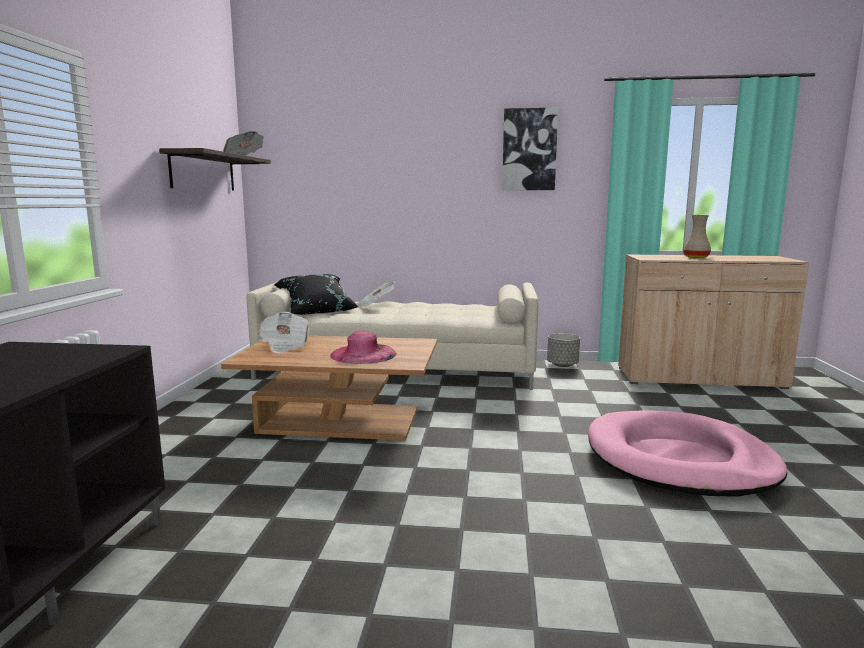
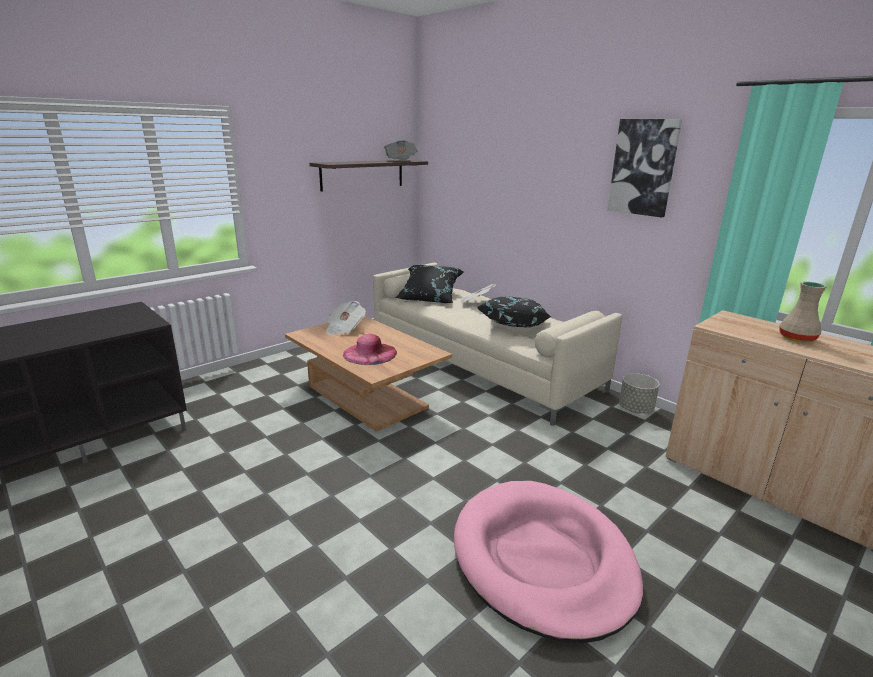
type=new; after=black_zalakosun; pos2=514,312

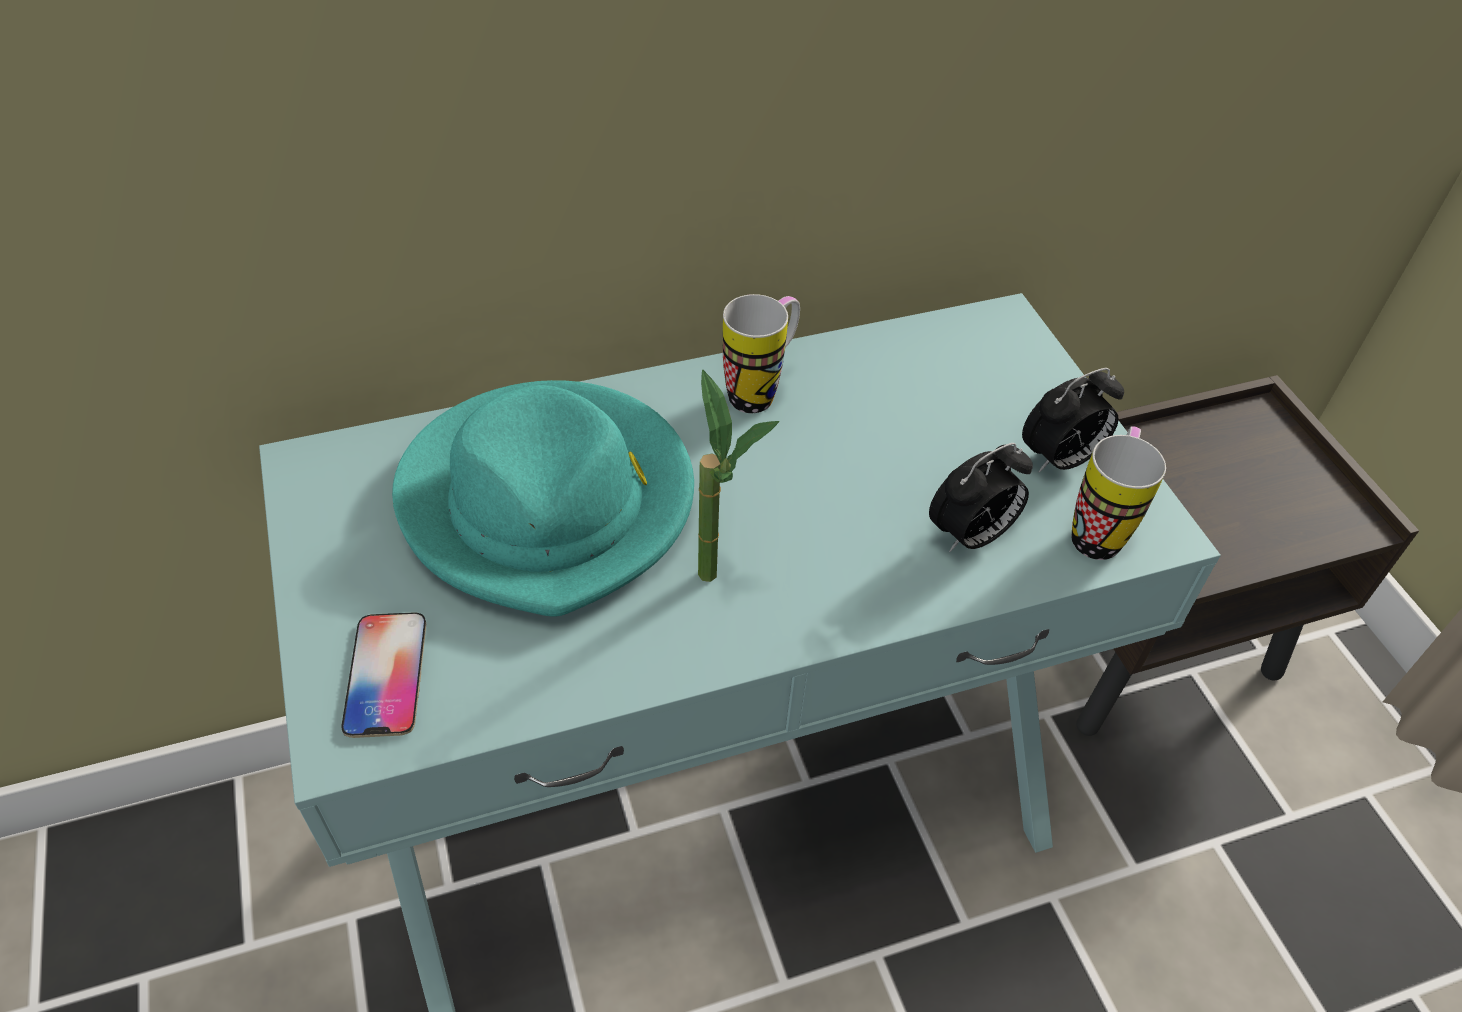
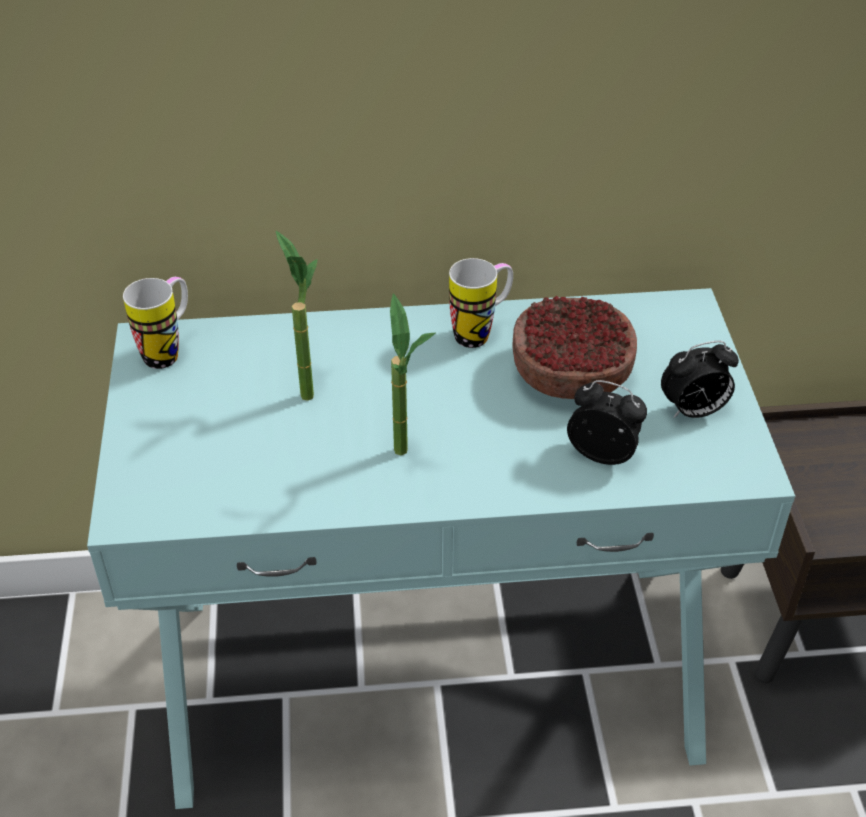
type=shifted; before=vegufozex; pos1=1118,493; pos2=155,323
type=swapped; before=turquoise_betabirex; after=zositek; pos1=543,498; pos2=296,316
type=new; after=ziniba; pos2=574,347
type=rotated; before=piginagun; pos1=981,497; pos2=607,422; turn=-135
type=gone; before=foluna; pos1=384,675

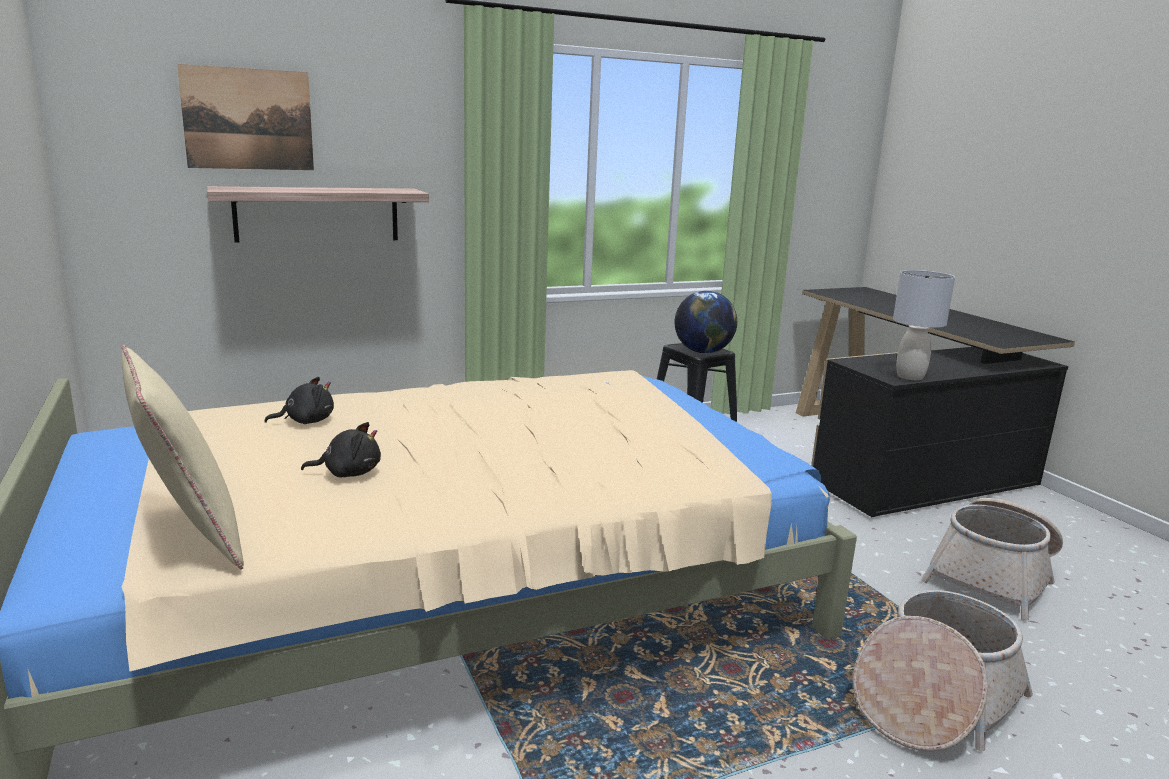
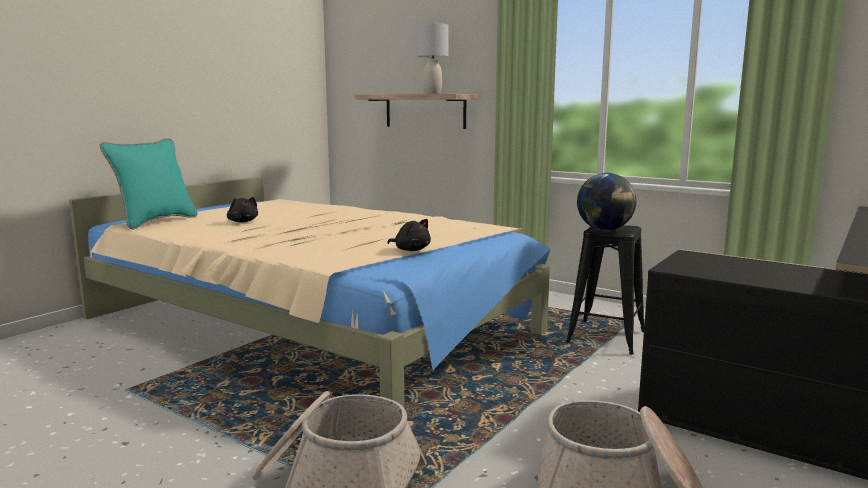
type=repainted; before=beige_zalakosun; after=turquoise_zalakosun; pos1=182,457; pos2=149,184
type=shifted; before=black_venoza; pos1=299,400; pos2=409,235
type=shifted; before=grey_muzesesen; pos1=924,325; pos2=433,58
type=gone; before=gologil; pos1=245,117

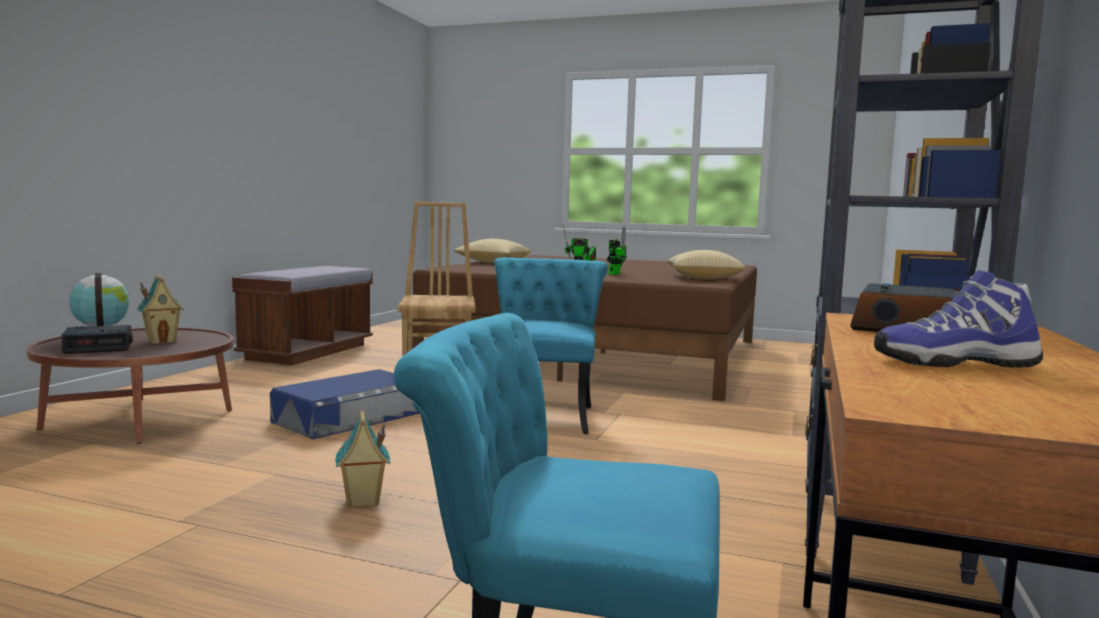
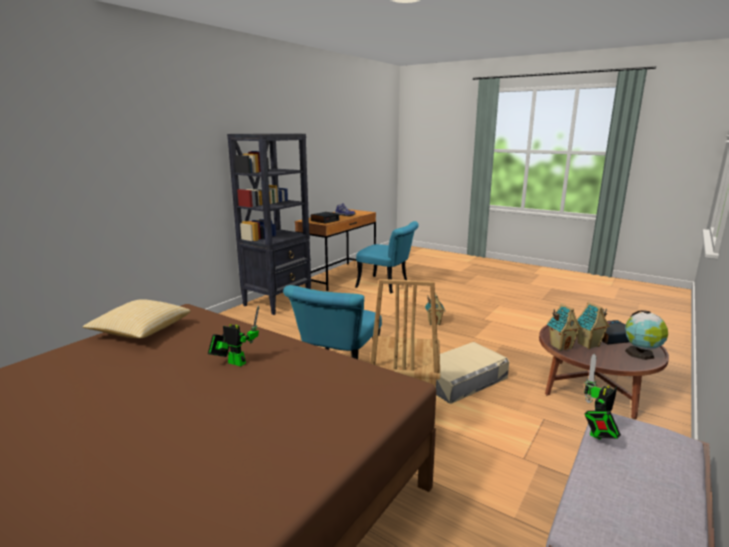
type=repainted; before=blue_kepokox; after=beige_kepokox; pos1=345,404; pos2=472,373
type=new; after=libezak; pos2=564,327
type=shifted; before=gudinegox; pos1=617,251; pos2=602,397
type=gone; before=zalakosun; pos1=492,251

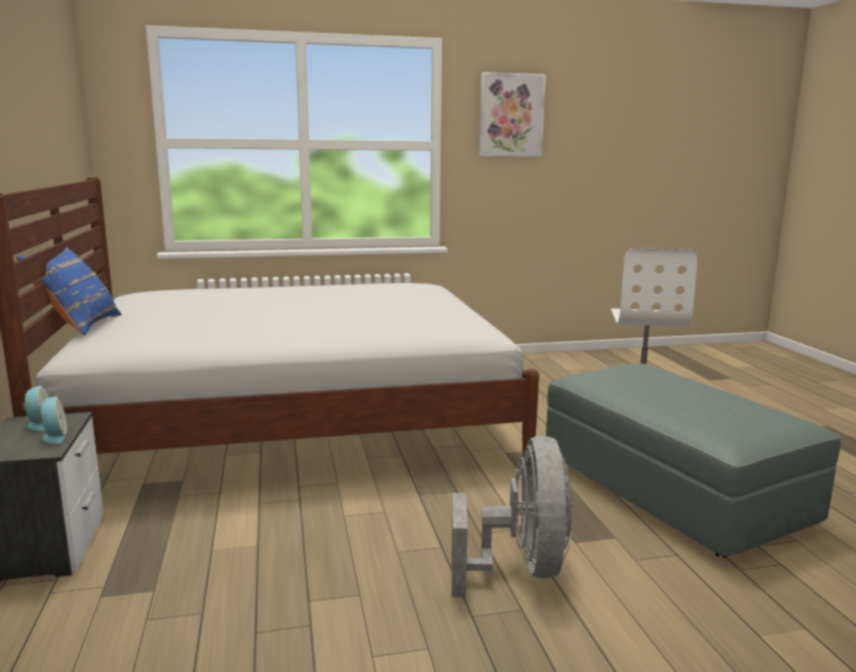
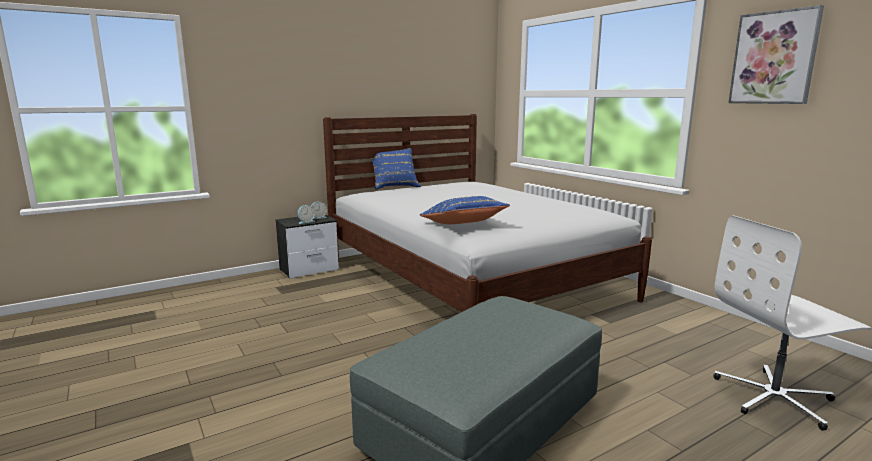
type=new; after=blue_zalakosun; pos2=464,210
type=gone; before=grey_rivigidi; pos1=512,516

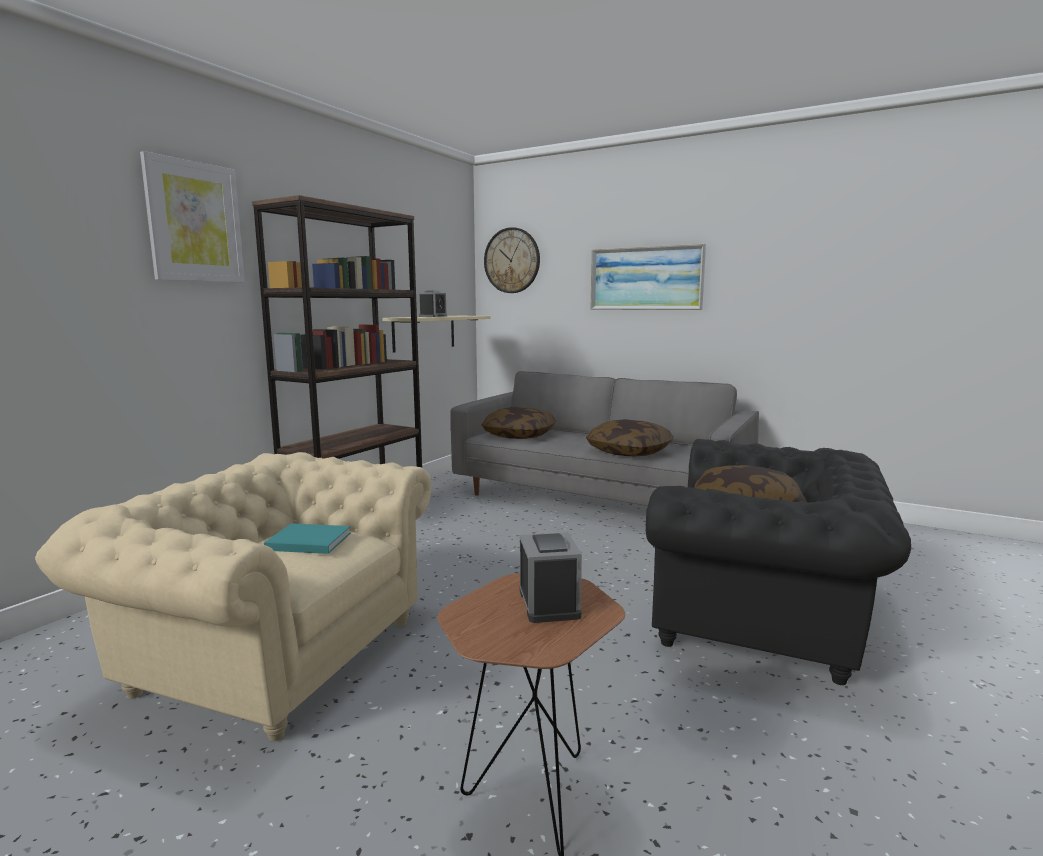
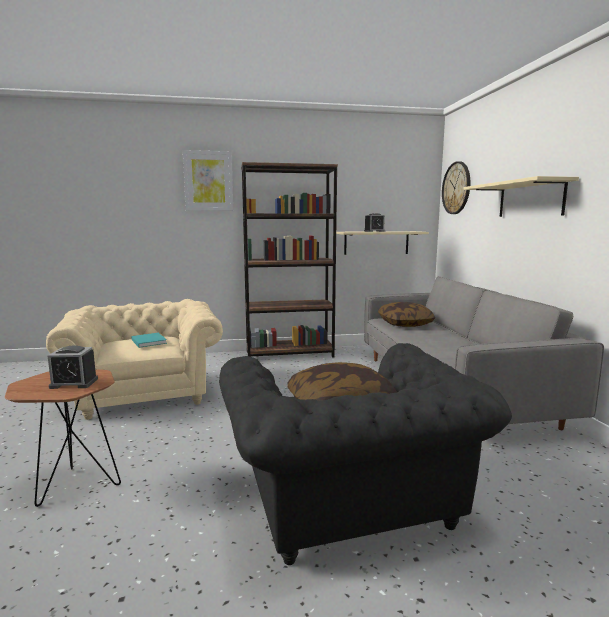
type=rotated; before=piginagun; pos1=551,577; pos2=73,367; turn=45
type=swapped; before=gologil; after=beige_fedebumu; pos1=648,277; pos2=521,196
type=gone; before=zalakosun; pos1=629,437

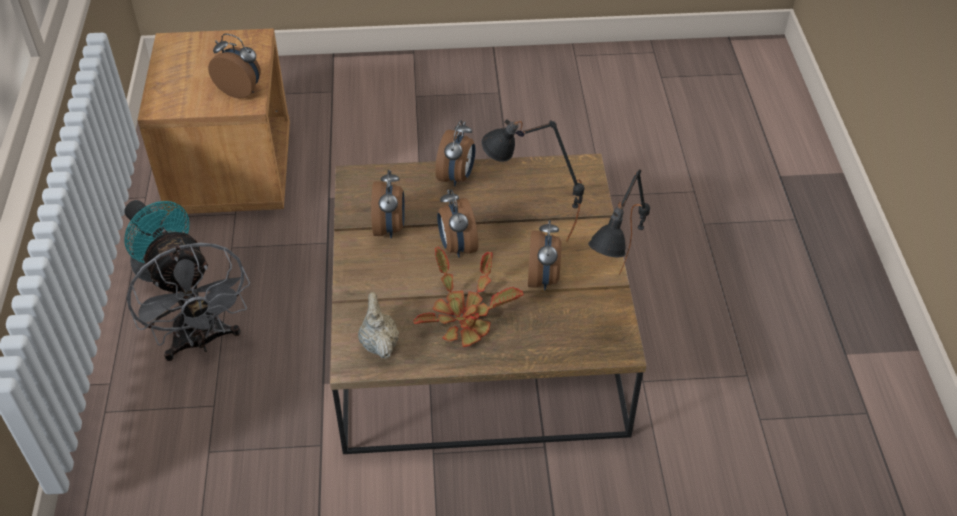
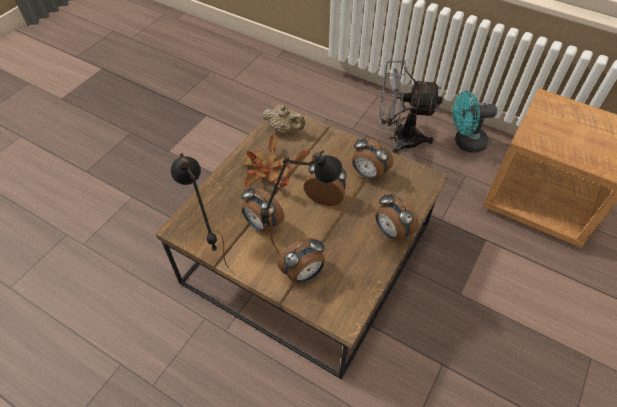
type=shifted; before=piginagun; pos1=234,66; pos2=301,260

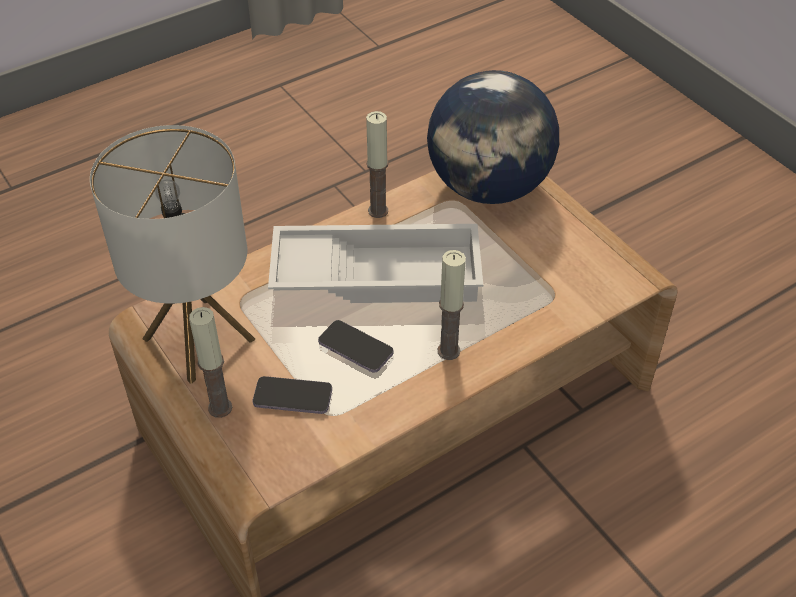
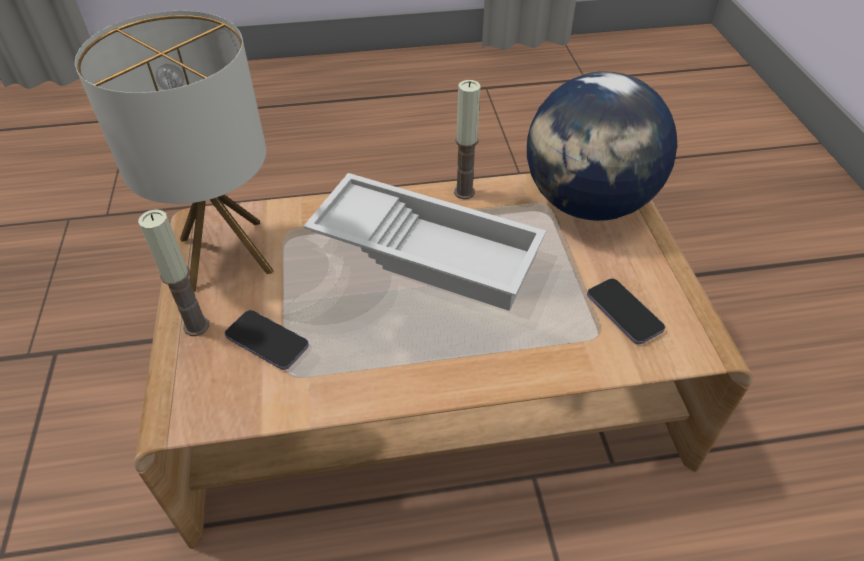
type=shifted; before=foluna; pos1=356,346; pos2=626,311
type=gone; before=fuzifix; pos1=451,305

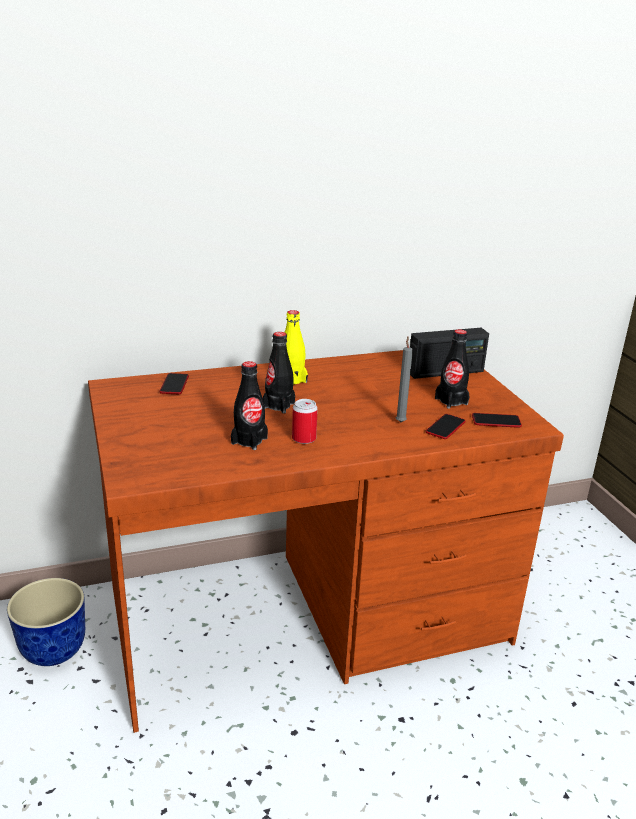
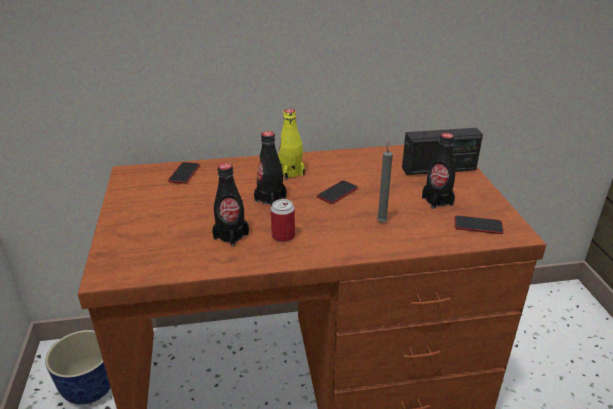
type=shifted; before=foluna; pos1=446,426; pos2=337,192

